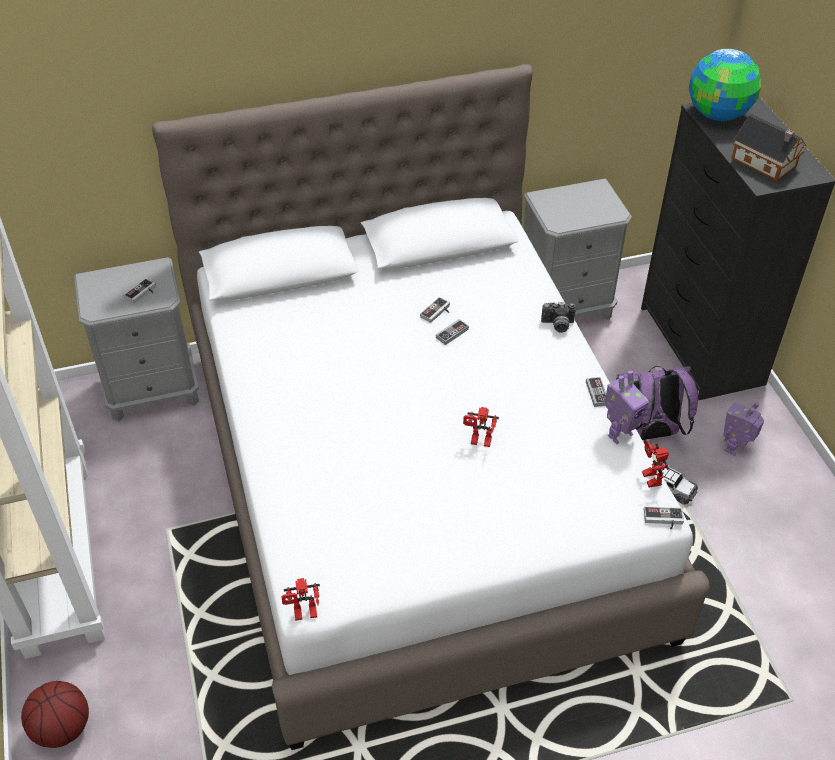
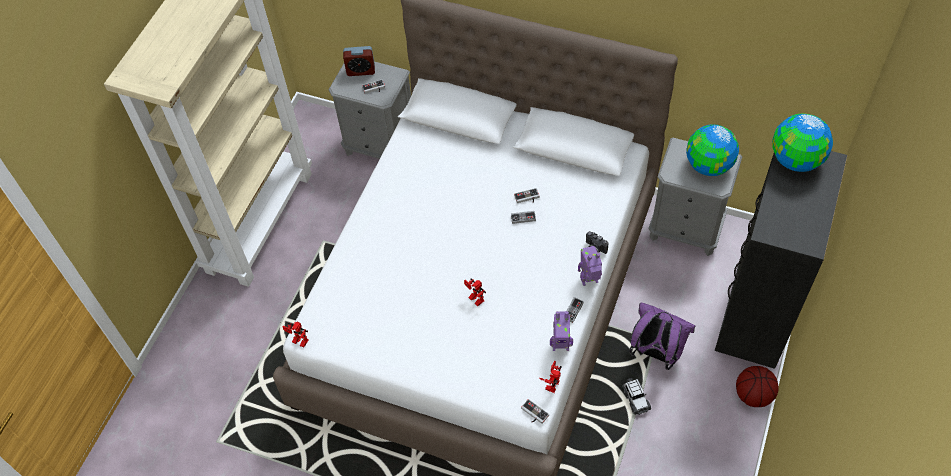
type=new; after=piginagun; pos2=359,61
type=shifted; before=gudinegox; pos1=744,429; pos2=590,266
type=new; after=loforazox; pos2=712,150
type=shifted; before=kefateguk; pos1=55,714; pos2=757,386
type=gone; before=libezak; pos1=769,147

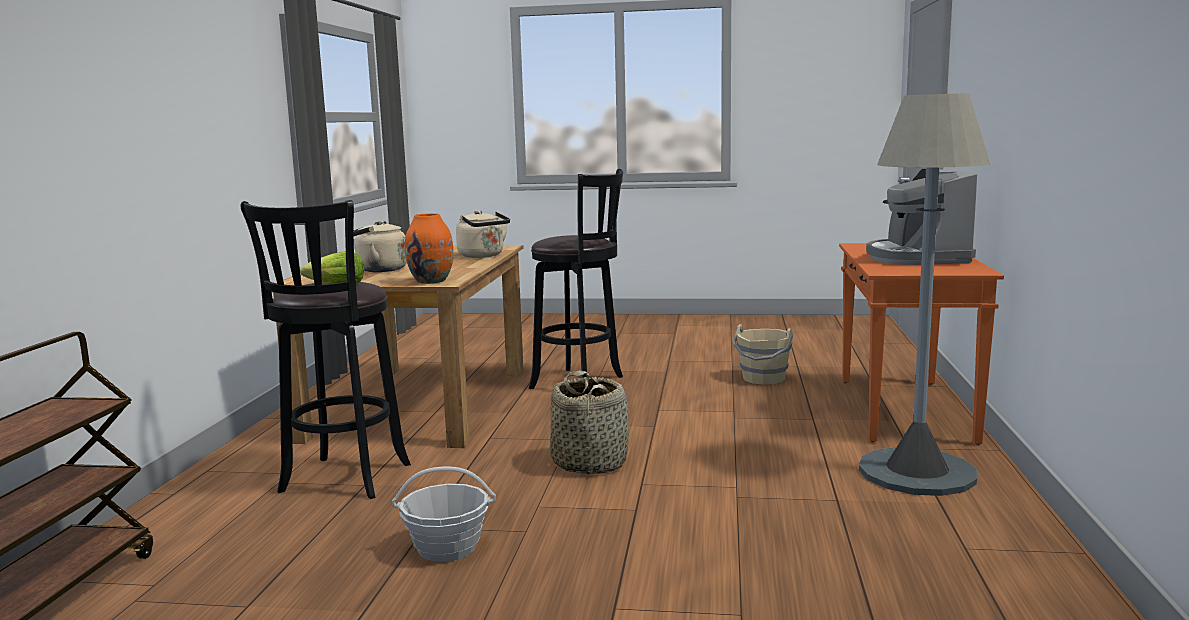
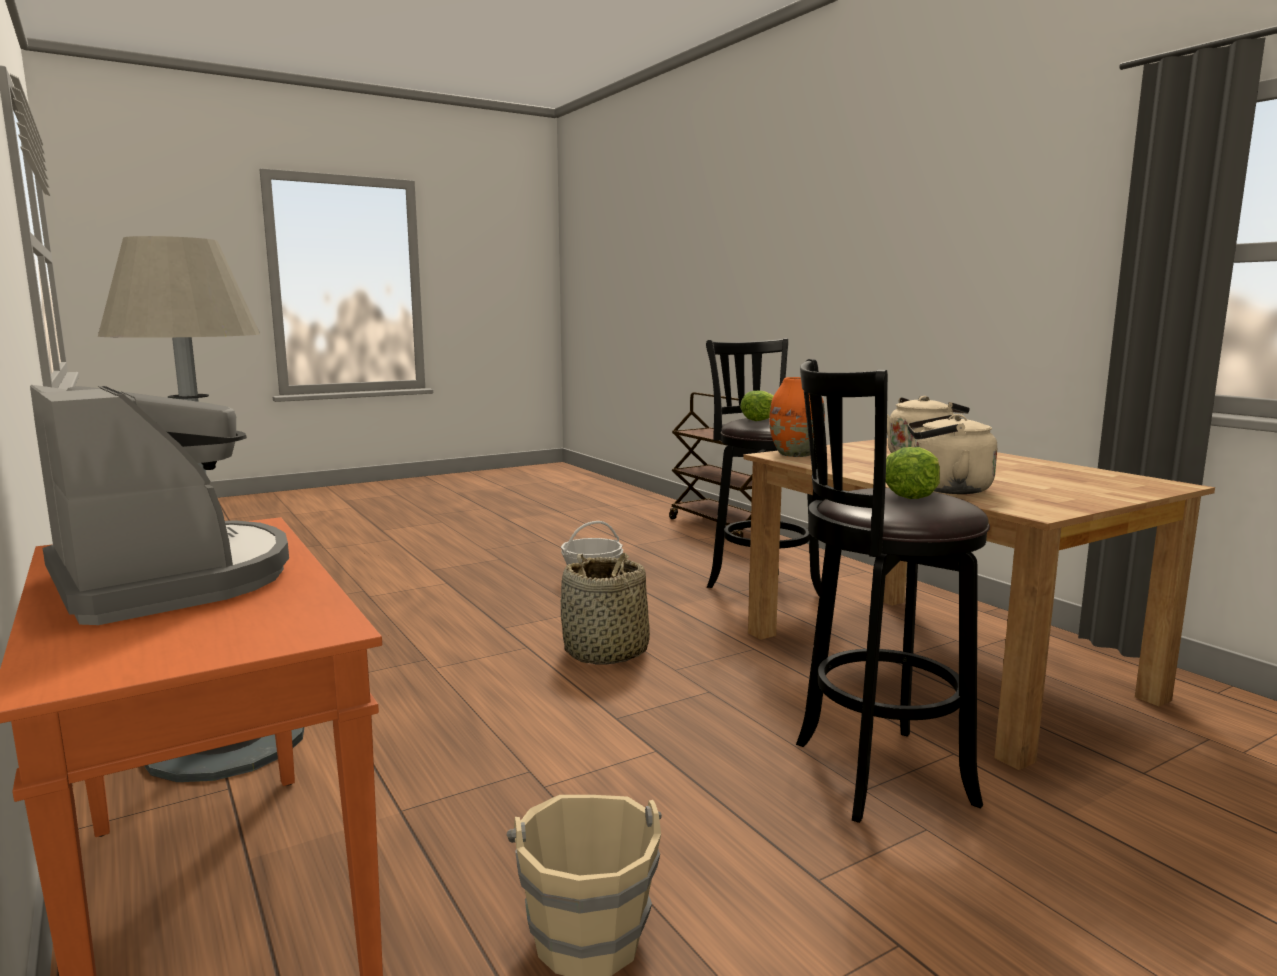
type=new; after=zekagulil; pos2=913,473

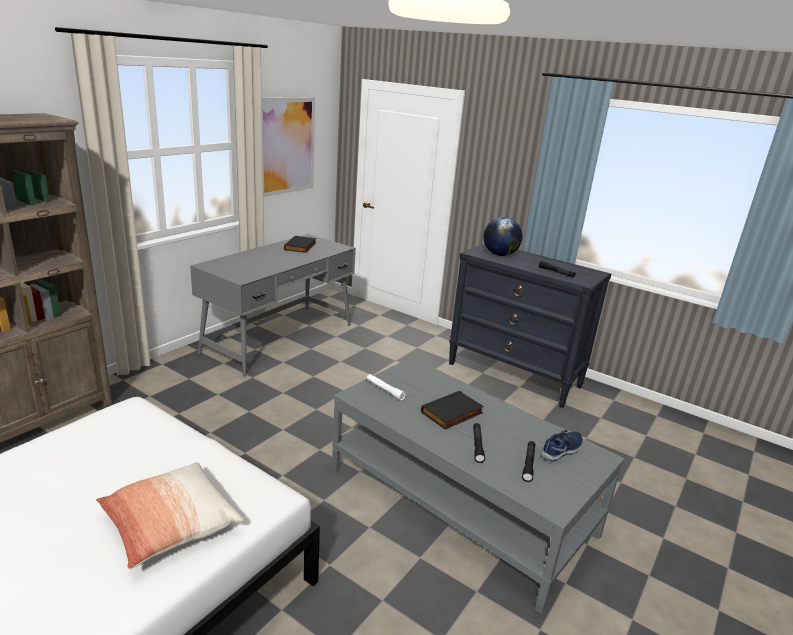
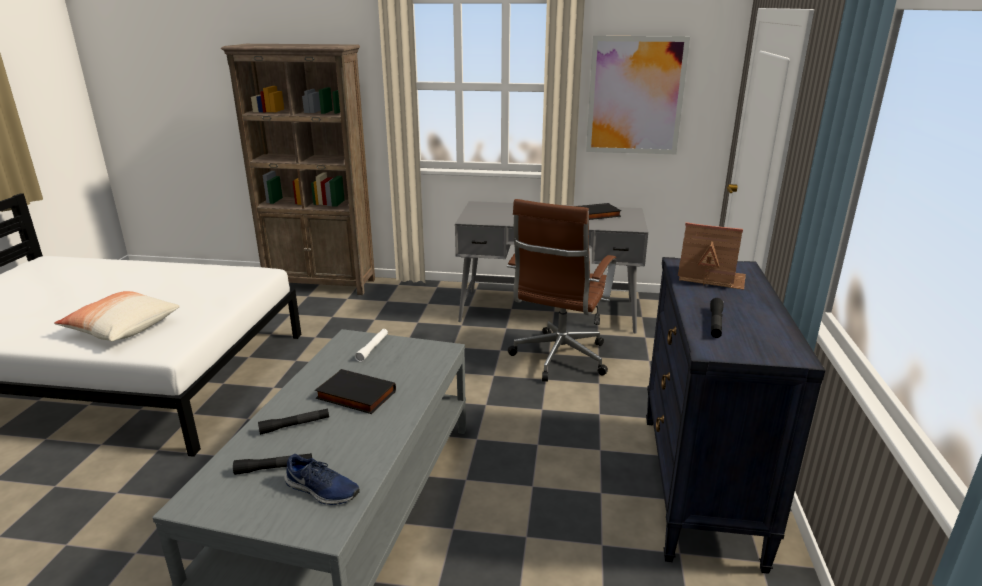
type=new; after=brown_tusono; pos2=561,290
type=swapped; before=loforazox; after=libezak; pos1=503,236; pos2=712,256

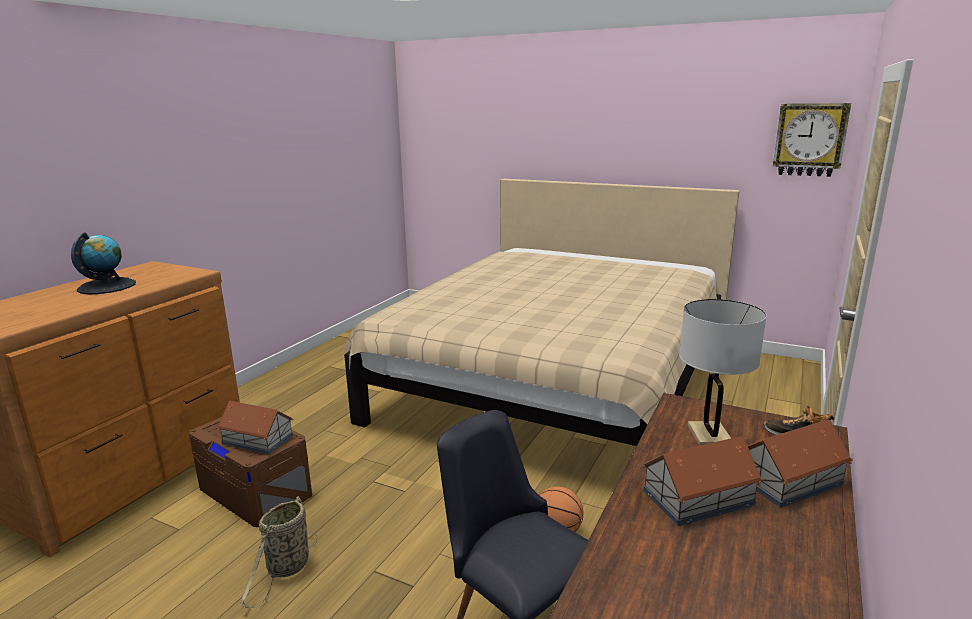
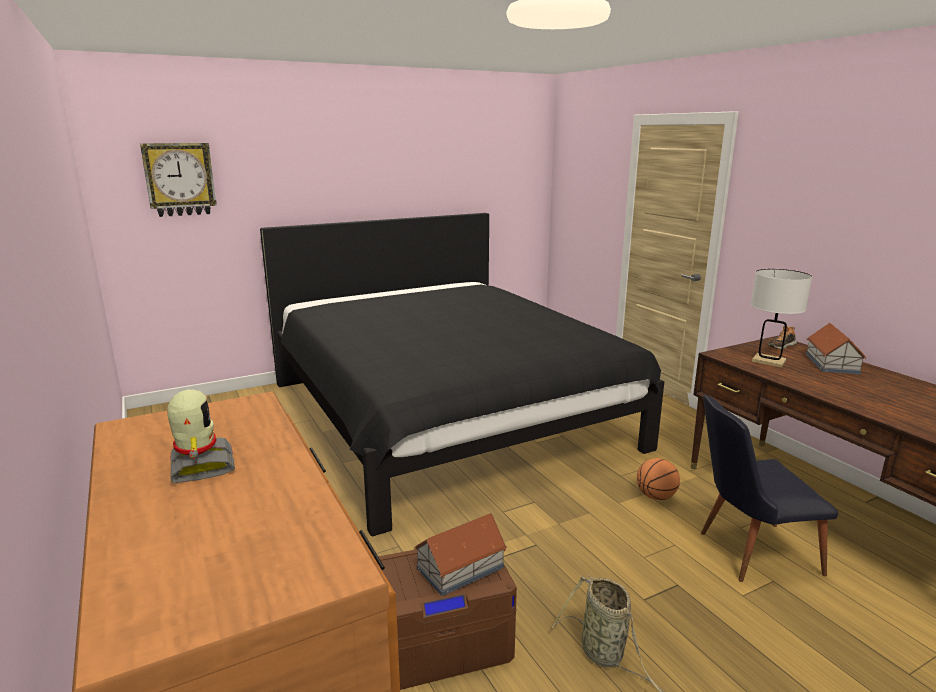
type=shifted; before=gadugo; pos1=812,140; pos2=178,180
type=swapped; before=loforazox; after=gudinegox; pos1=103,263; pos2=201,436
type=repainted; before=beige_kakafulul; after=black_kakafulul; pos1=541,312; pos2=462,375
type=gone; before=libezak; pos1=702,481

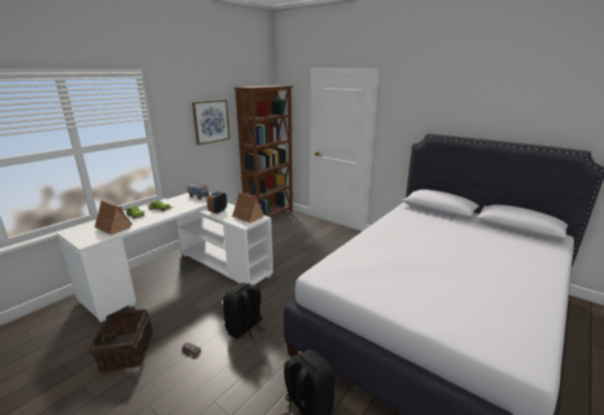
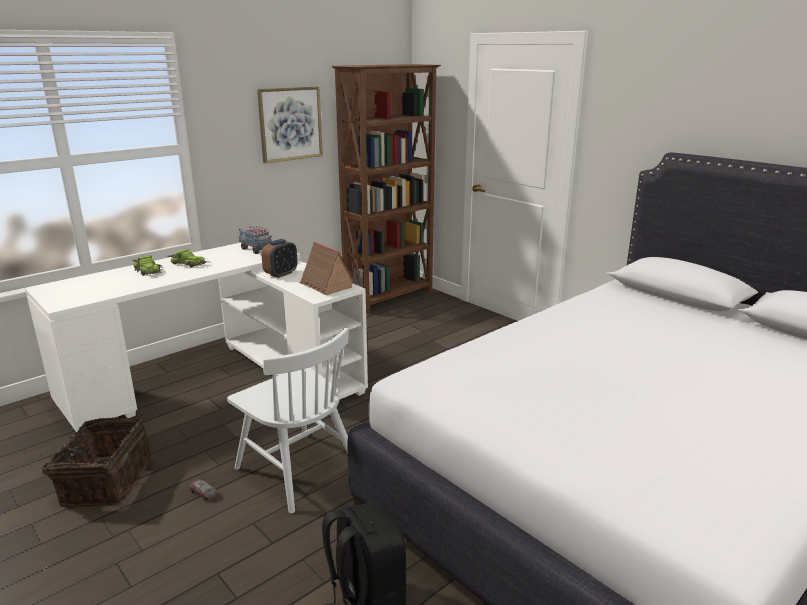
type=swapped; before=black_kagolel; after=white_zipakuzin; pos1=245,312; pos2=288,420
type=gone; before=libezak; pos1=113,217

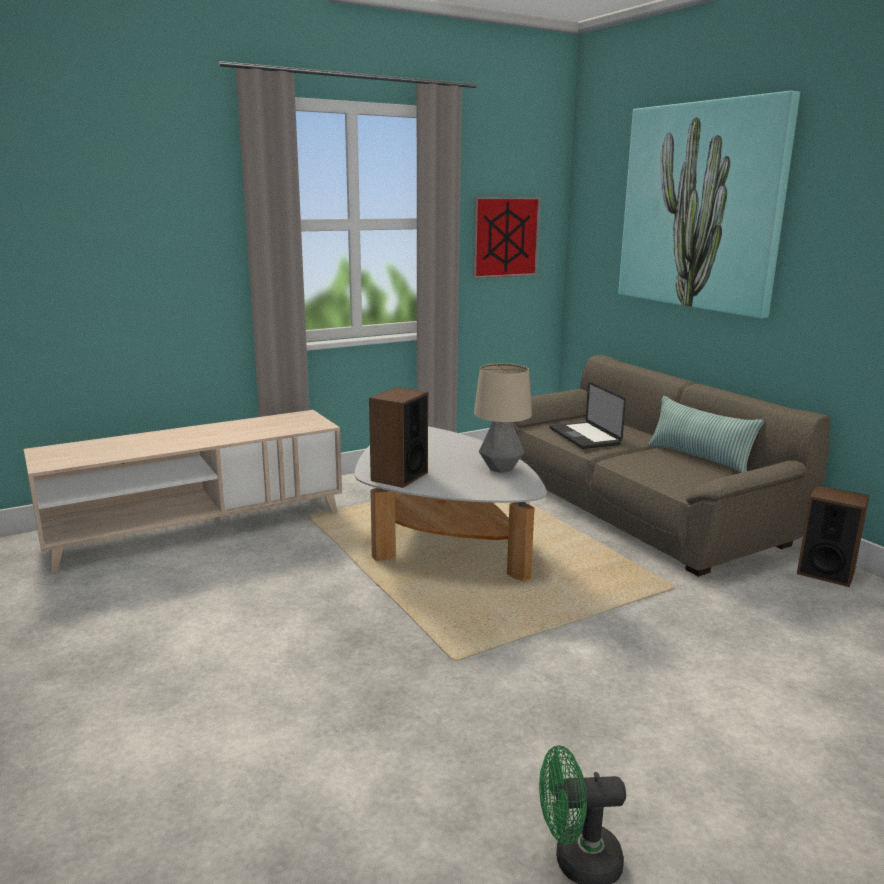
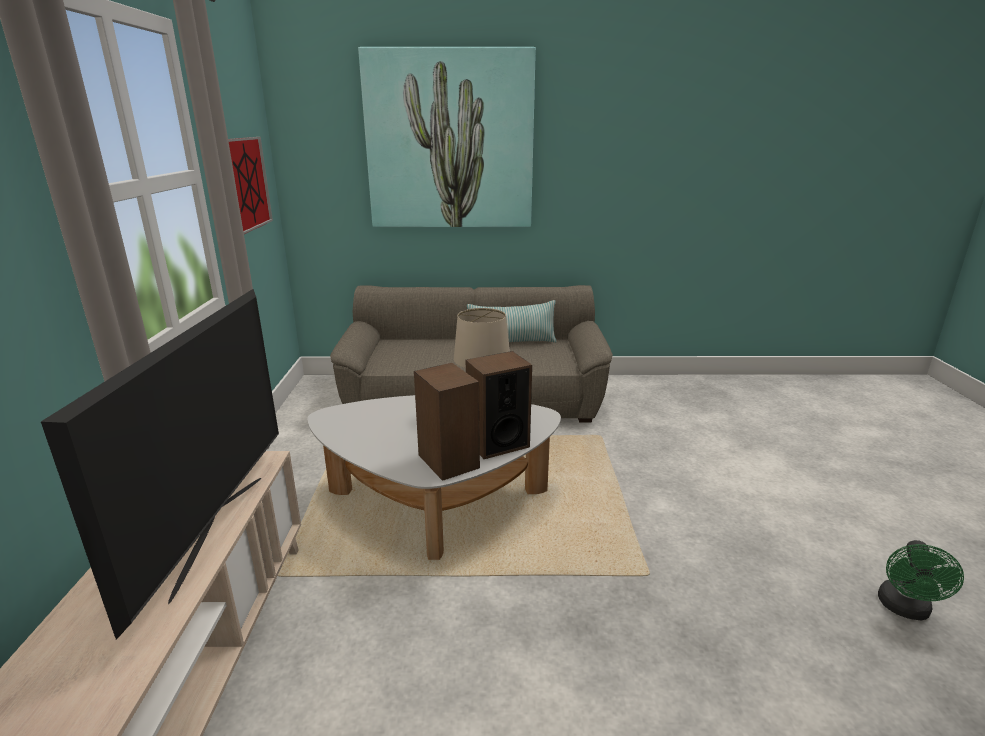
type=new; after=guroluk; pos2=160,464
type=shifted; before=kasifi; pos1=833,536; pos2=499,405
type=gone; before=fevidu; pos1=587,415

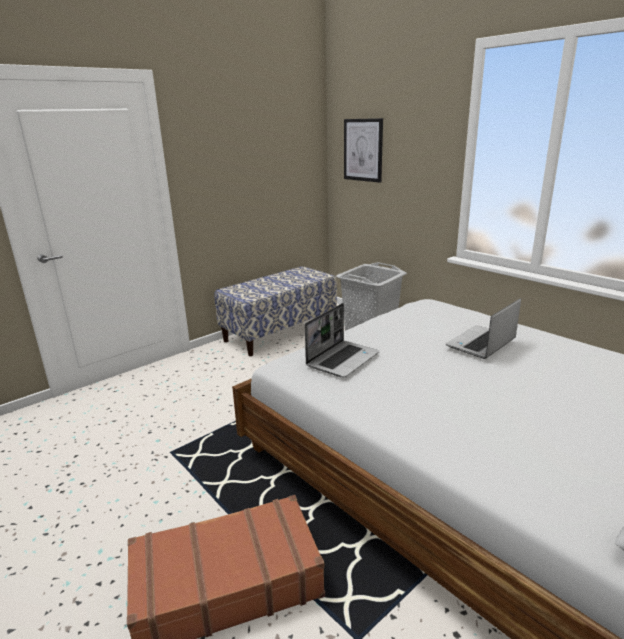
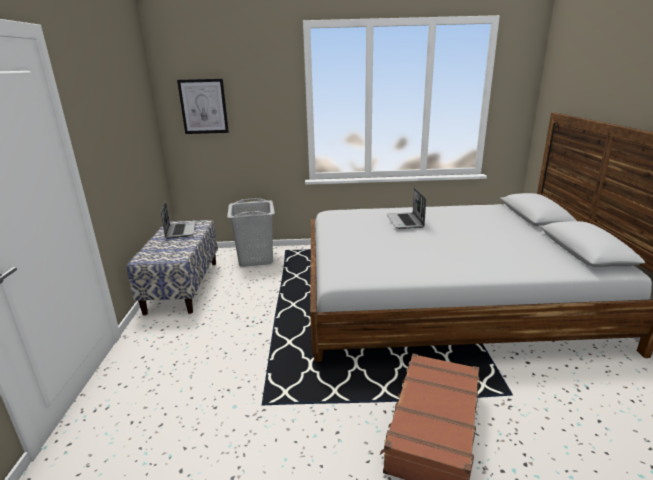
type=shifted; before=fevidu; pos1=342,340; pos2=178,220

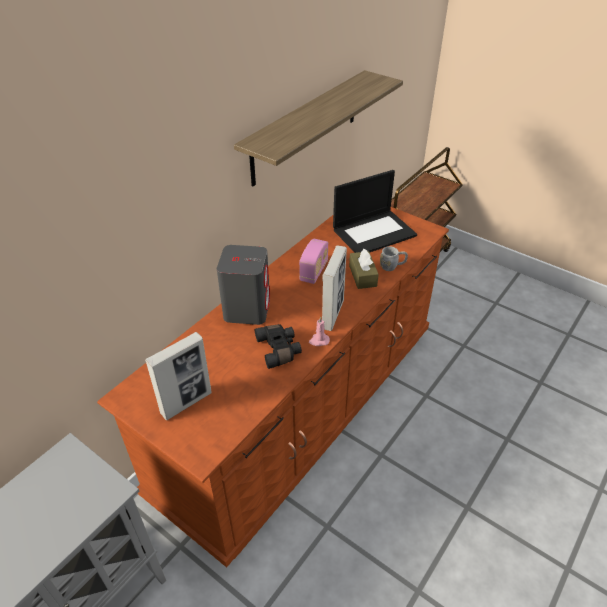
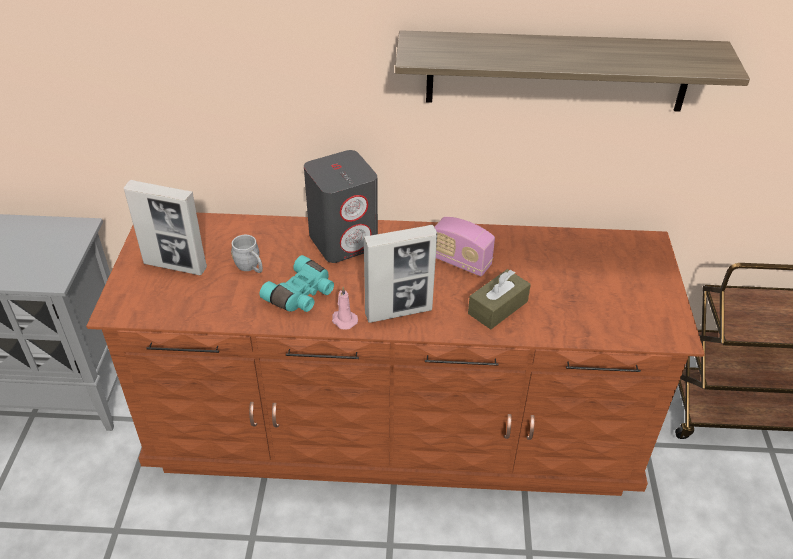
type=shifted; before=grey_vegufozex; pos1=394,258; pos2=247,254
type=repainted; before=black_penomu; after=turquoise_penomu; pos1=278,346; pos2=296,283
type=rotated; before=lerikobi; pos1=313,261; pos2=464,247; turn=45
type=gone; before=fevidu; pos1=375,211

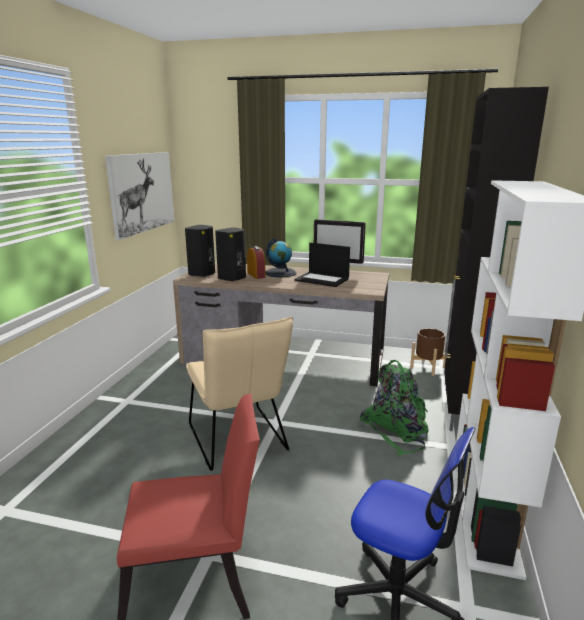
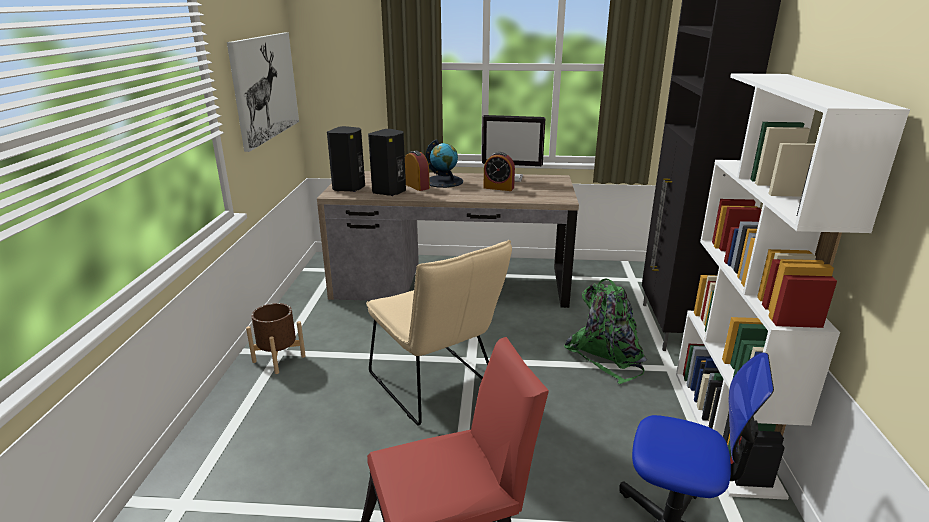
type=shifted; before=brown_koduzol; pos1=428,352; pos2=276,338
type=swapped; before=fevidu; after=piginagun; pos1=322,264; pos2=499,171

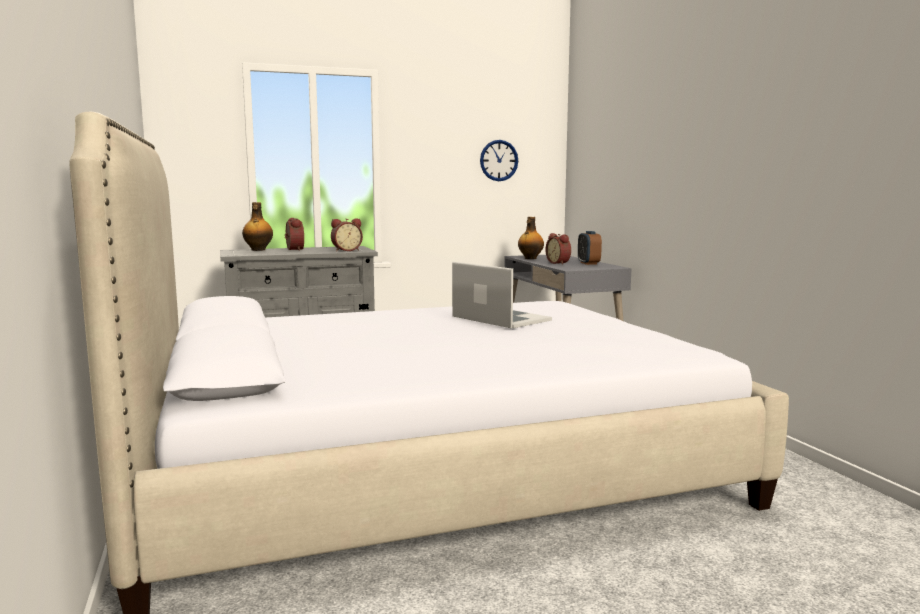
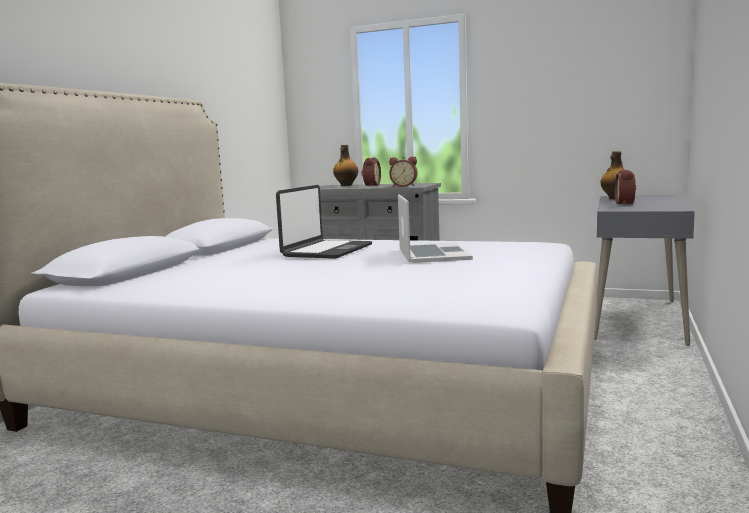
type=new; after=fevidu; pos2=324,222
type=gone; before=gadugo; pos1=499,160
type=gone; before=piginagun; pos1=590,248

